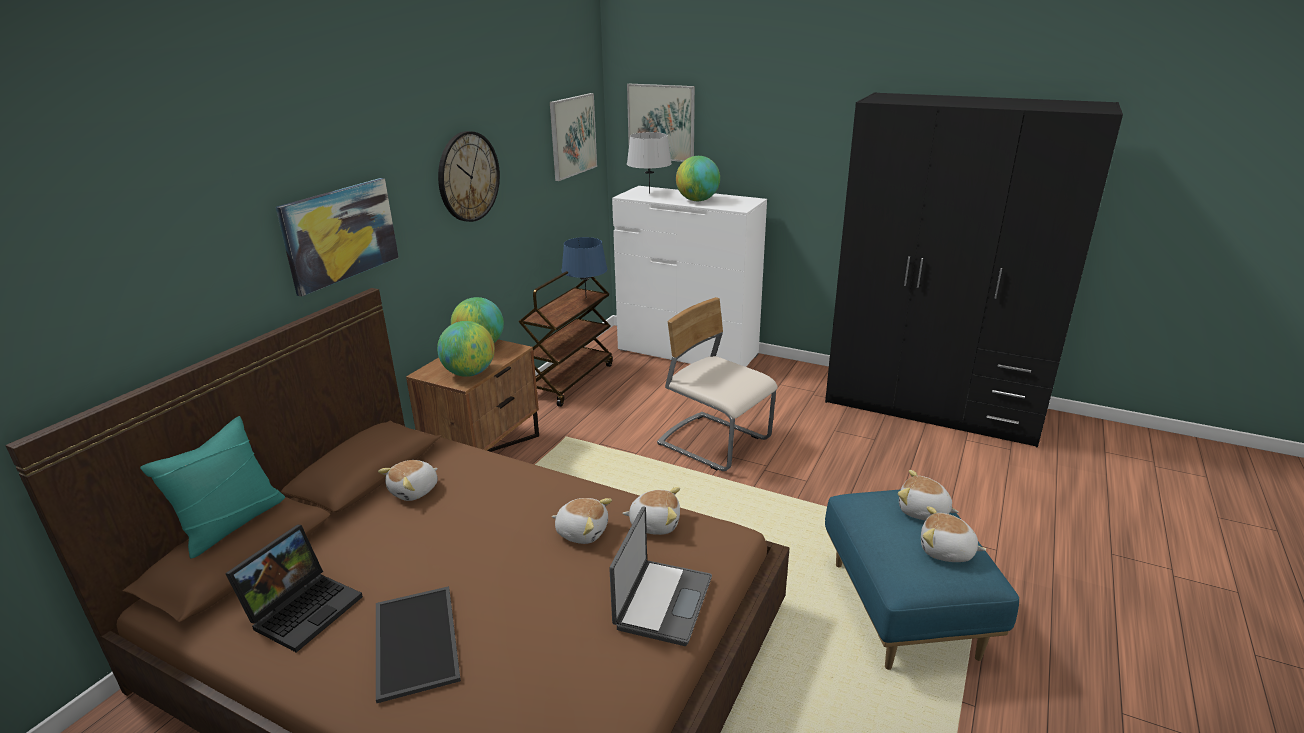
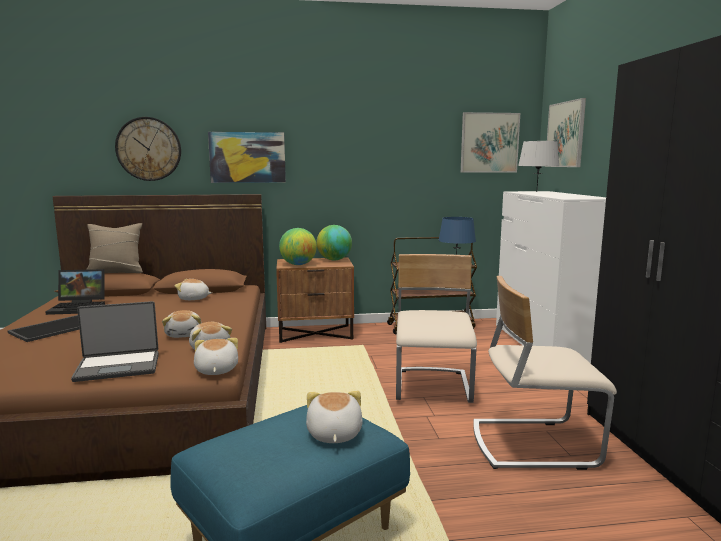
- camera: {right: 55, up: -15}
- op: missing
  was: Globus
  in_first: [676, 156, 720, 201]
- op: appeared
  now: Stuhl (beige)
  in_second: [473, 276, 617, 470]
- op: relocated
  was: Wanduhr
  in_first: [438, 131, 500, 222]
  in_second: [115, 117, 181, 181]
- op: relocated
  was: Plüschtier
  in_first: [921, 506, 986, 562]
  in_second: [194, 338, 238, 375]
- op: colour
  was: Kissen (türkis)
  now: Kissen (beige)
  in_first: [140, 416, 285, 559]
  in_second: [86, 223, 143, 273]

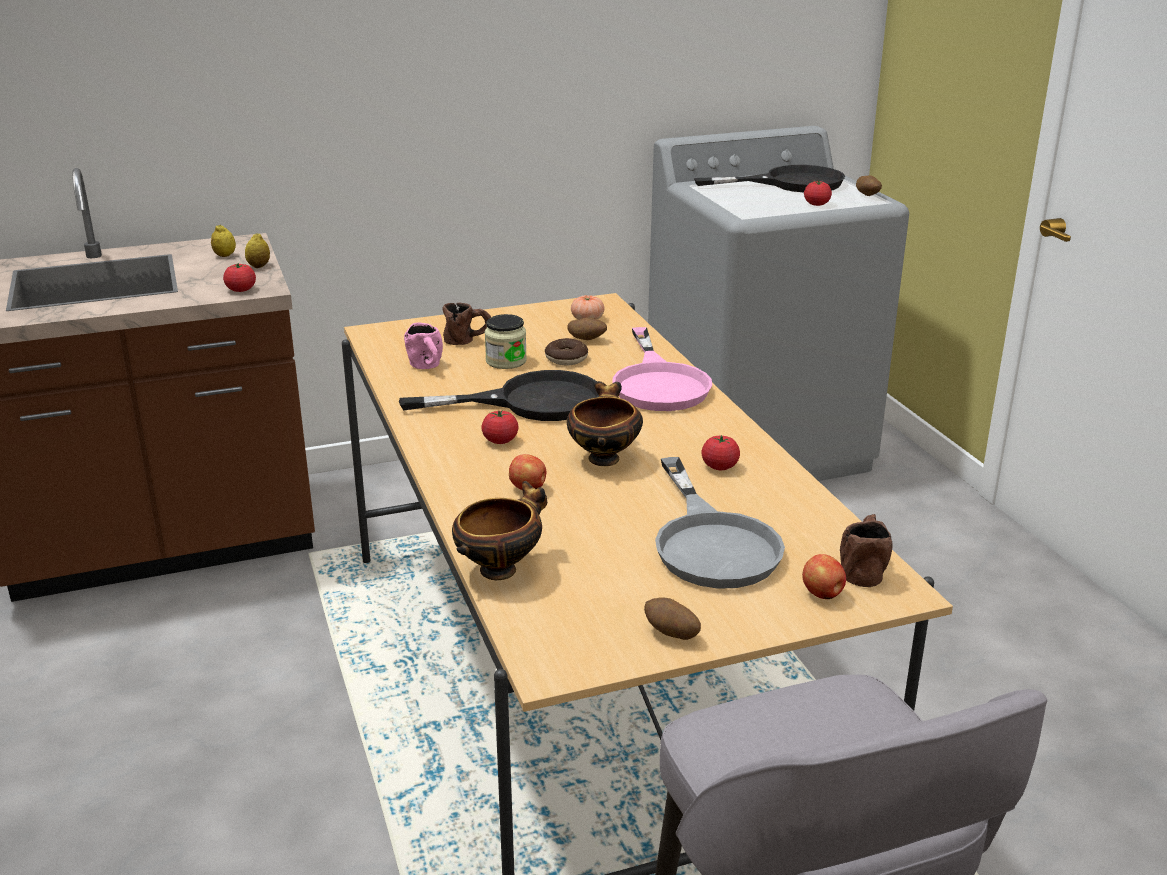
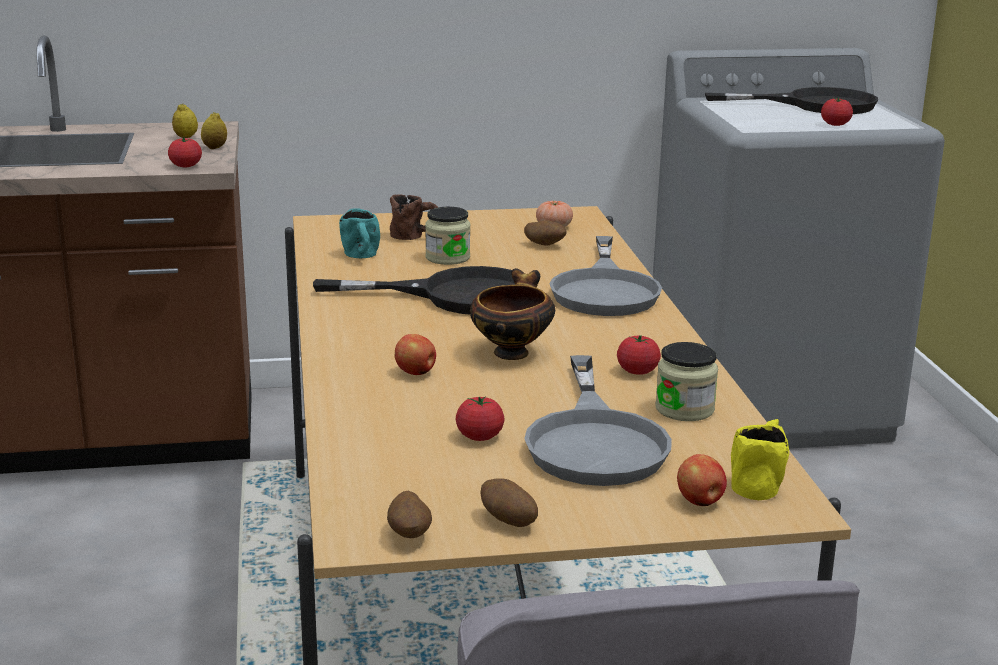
- camera: {right: 10, up: -5}
- op: missing
  was: Schüssel
  in_first: [452, 481, 547, 580]
- op: missing
  was: Donut
  in_first: [545, 338, 588, 366]
- op: appeared
  now: Vorratsglas
  in_second: [655, 342, 718, 421]
- op: relocated
  was: Tomate
  in_first: [482, 410, 519, 444]
  in_second: [456, 396, 504, 441]
- op: relocated
  was: Kartoffel
  in_first: [856, 176, 882, 196]
  in_second: [387, 491, 432, 538]
- op: colour
  was: Henkelbecher (rosa)
  now: Henkelbecher (türkis)
  in_first: [404, 322, 443, 369]
  in_second: [339, 208, 380, 258]
- op: colour
  was: Pfanne (rosa)
  now: Pfanne (grau)
  in_first: [612, 327, 712, 411]
  in_second: [549, 236, 662, 316]
- op: colour
  was: Henkelbecher (braun)
  now: Henkelbecher (gelb)
  in_first: [840, 514, 893, 587]
  in_second: [731, 419, 789, 500]

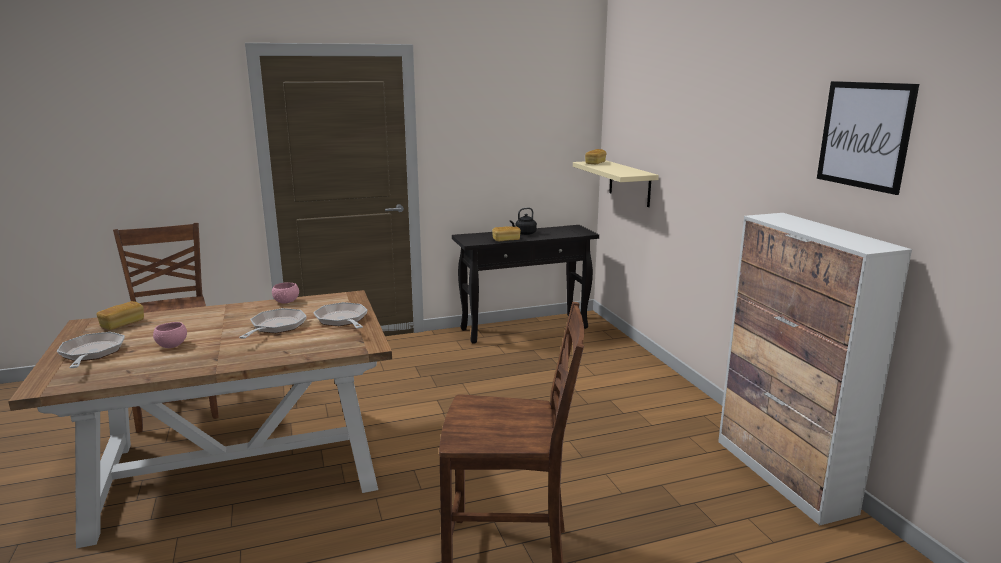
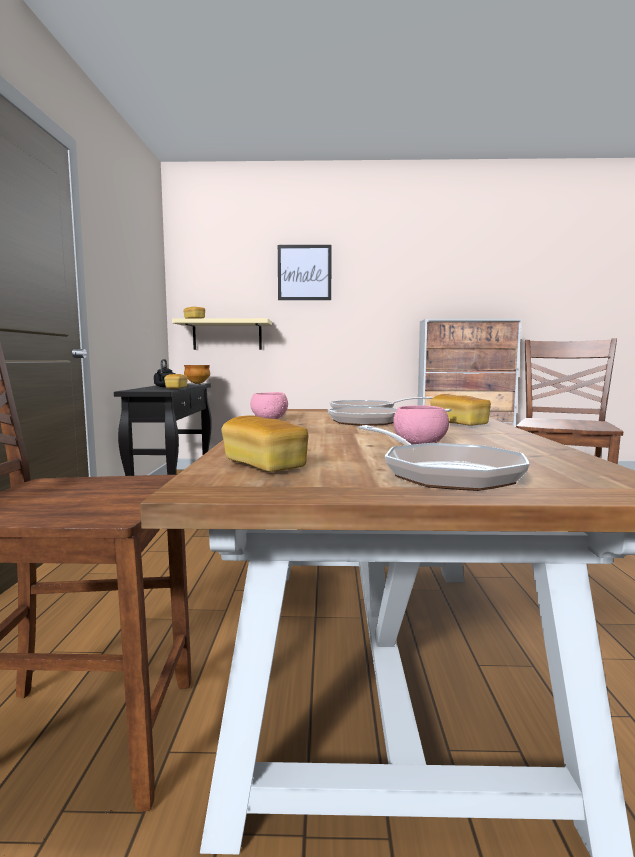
- camera: {right: -70, up: -10}
- op: appeared
  now: Schüssel
  in_second: [184, 365, 210, 384]
- op: appeared
  now: Brot
  in_second: [430, 394, 491, 426]
- op: relocated
  was: Bild
  in_first: [817, 81, 919, 195]
  in_second: [278, 245, 332, 300]
- op: spun
  was: Pfanne
  in_first: [57, 332, 125, 368]
  in_second: [358, 425, 529, 491]
  clockwise: -120

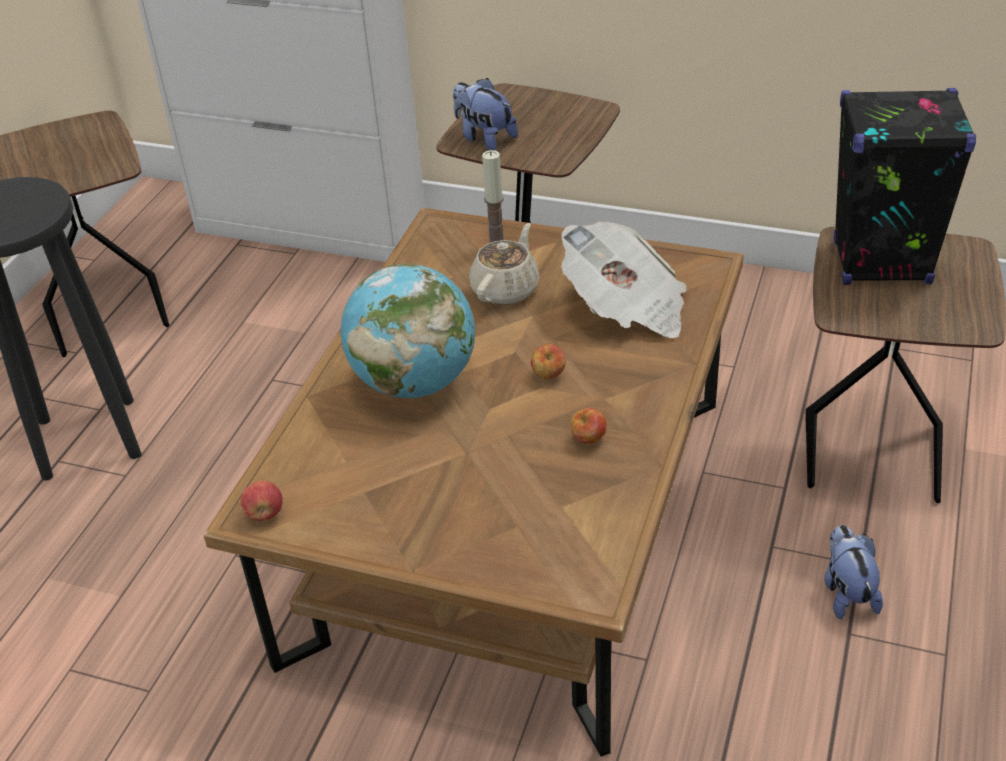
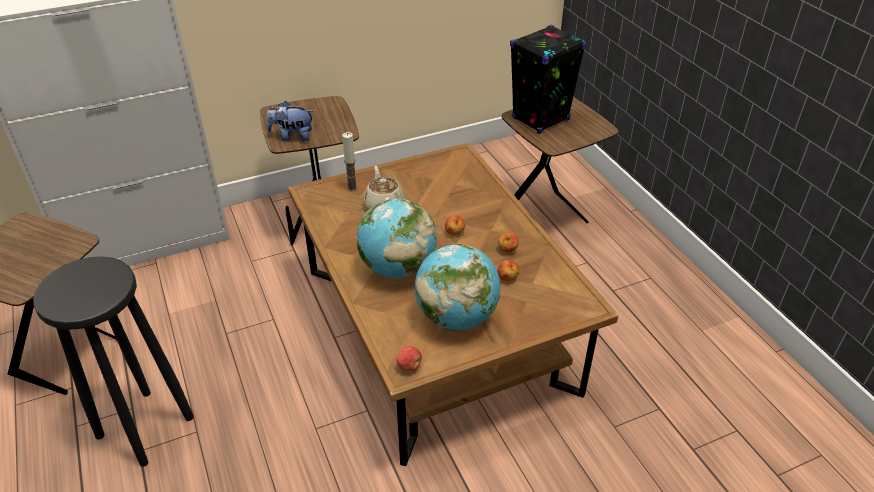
- camera: {right: -45, up: 0}
- op: missing
  was: Zeitung
  in_first: [561, 222, 687, 338]
- op: missing
  was: Plüschtier
  in_first: [824, 525, 883, 619]
- op: appeared
  now: Globus
  in_second: [415, 243, 500, 330]
- op: appeared
  now: Apfel
  in_second: [497, 260, 519, 281]

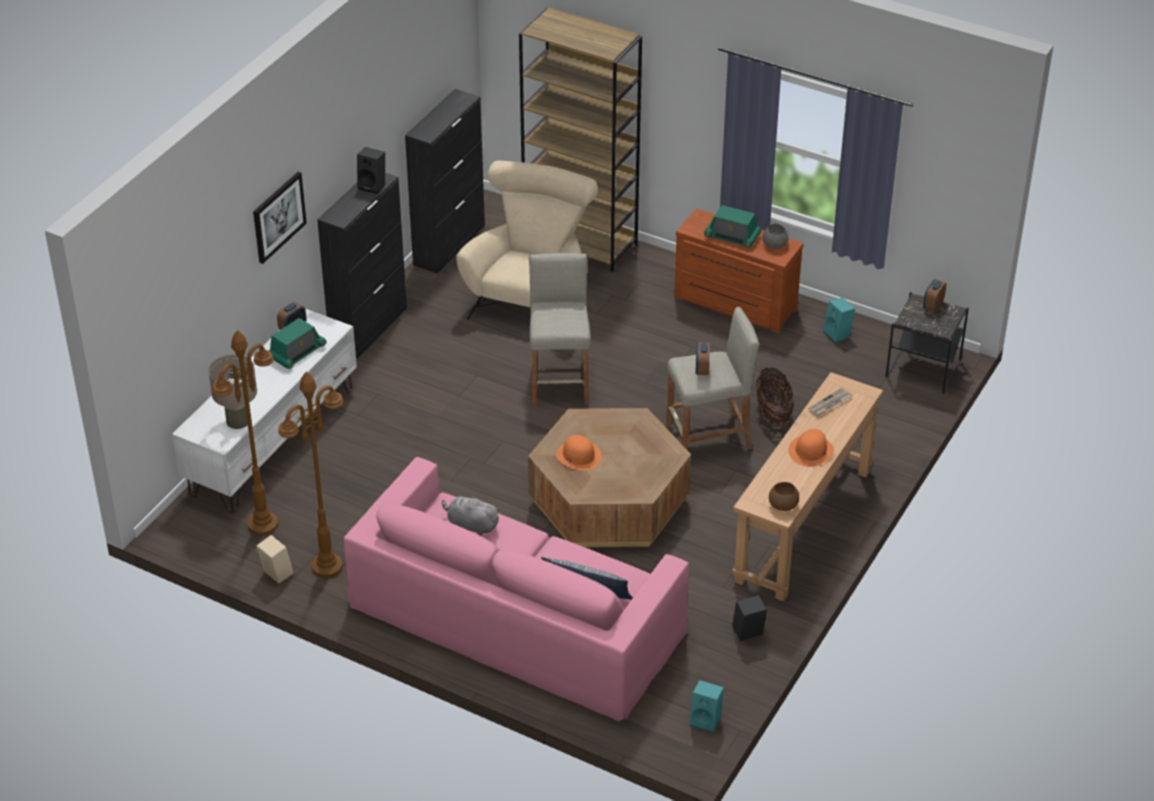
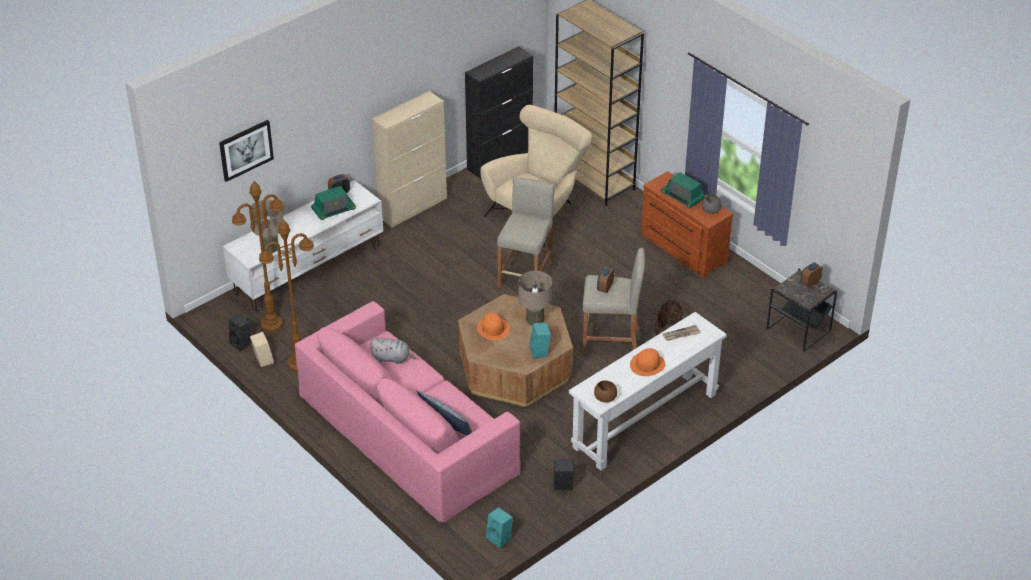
- camera: {right: 20, up: 0}
- op: appeared
  now: Tischlampe (beige)
  in_second: [518, 271, 552, 325]
- op: relocated
  was: Bild
  in_first: [253, 172, 307, 264]
  in_second: [219, 120, 274, 182]
- op: relocated
  was: Lautsprecher (schwarz)
  in_first: [357, 147, 385, 194]
  in_second: [229, 314, 251, 351]
- op: relocated
  was: Lautsprecher (türkis)
  in_first: [823, 297, 855, 343]
  in_second: [529, 323, 551, 359]
- op: colour
  was: Schrank (schwarz)
  now: Schrank (beige)
  in_first: [317, 173, 407, 360]
  in_second: [372, 91, 447, 227]
- op: colour
  was: Konsolentisch (braun)
  now: Konsolentisch (weiß)
  in_first: [732, 372, 883, 601]
  in_second: [569, 312, 727, 471]
- op: spun
  was: Plüschtier (grau)
  in_first: [442, 494, 500, 536]
  in_second: [370, 338, 416, 364]
  clockwise: 150

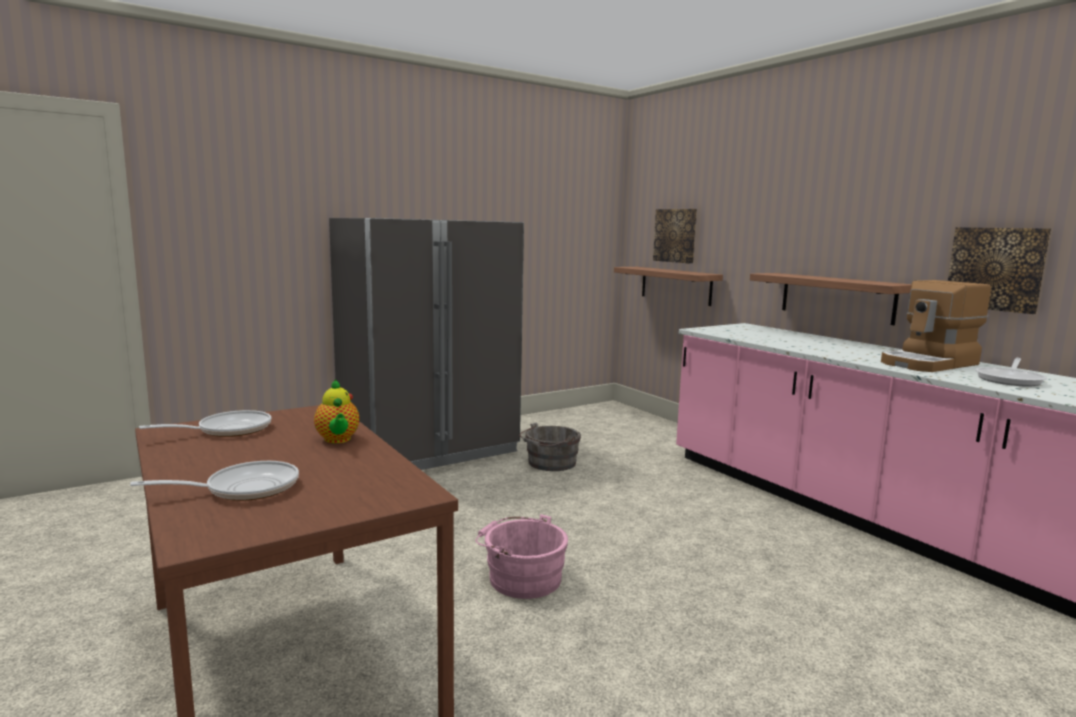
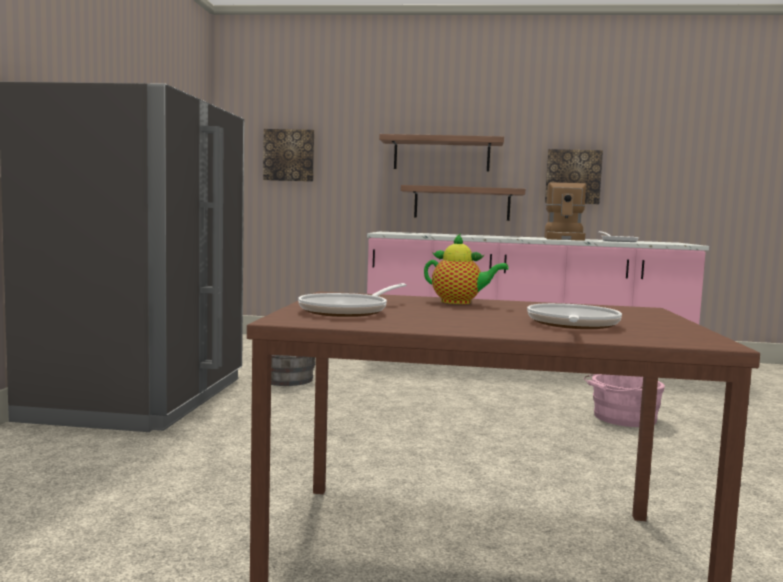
- camera: {right: -50, up: -5}
- op: relocated
  was: Eimer (rosa)
  in_first: [475, 514, 568, 599]
  in_second: [584, 374, 665, 427]
- op: relocated
  was: Wandregal
  in_first: [614, 267, 723, 306]
  in_second: [379, 134, 504, 171]
- op: spun
  was: Pfanne
  in_first: [139, 410, 271, 437]
  in_second: [298, 283, 406, 317]
  clockwise: -150

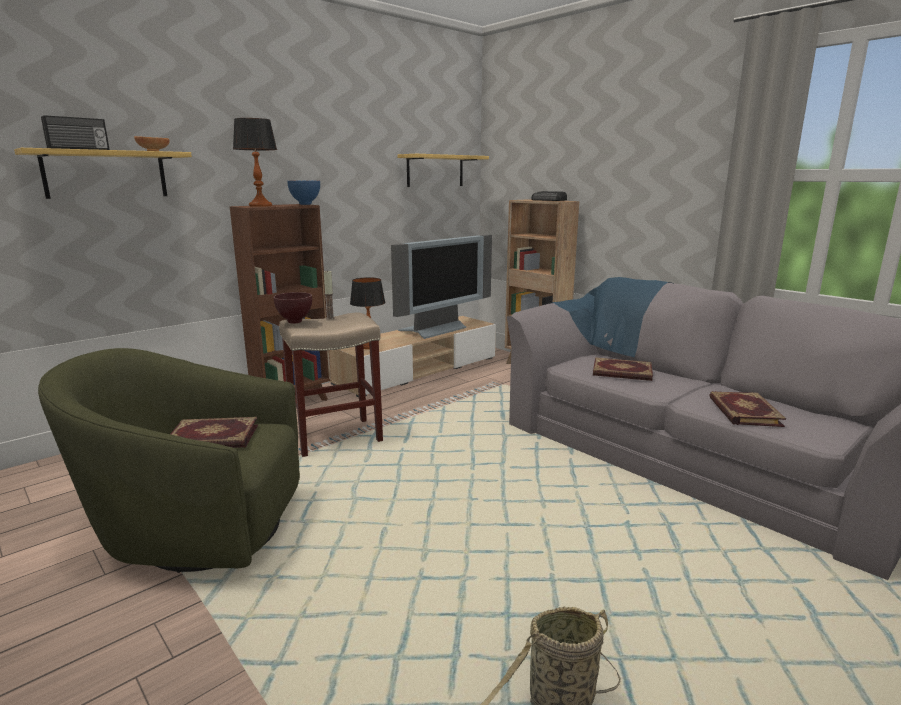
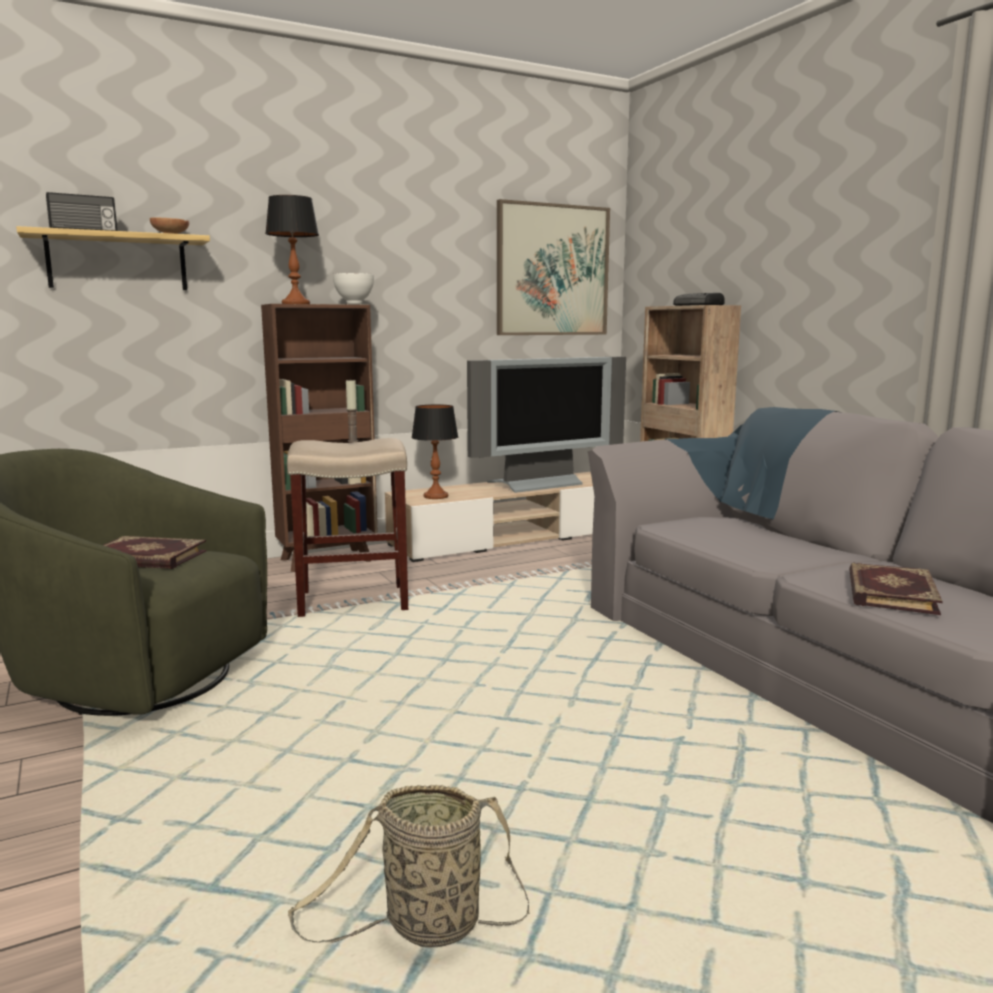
- camera: {right: 15, up: -5}
- op: missing
  was: Schüssel (braun)
  in_first: [273, 292, 312, 324]
- op: missing
  was: Buch
  in_first: [593, 357, 653, 381]
- op: exchanged
  was: Wandregal
  now: Bild
  in_first: [397, 154, 489, 187]
  in_second: [497, 199, 610, 335]
- op: colour
  was: Schüssel (blau)
  now: Schüssel (weiß)
  in_first: [287, 181, 320, 205]
  in_second: [333, 273, 374, 305]

